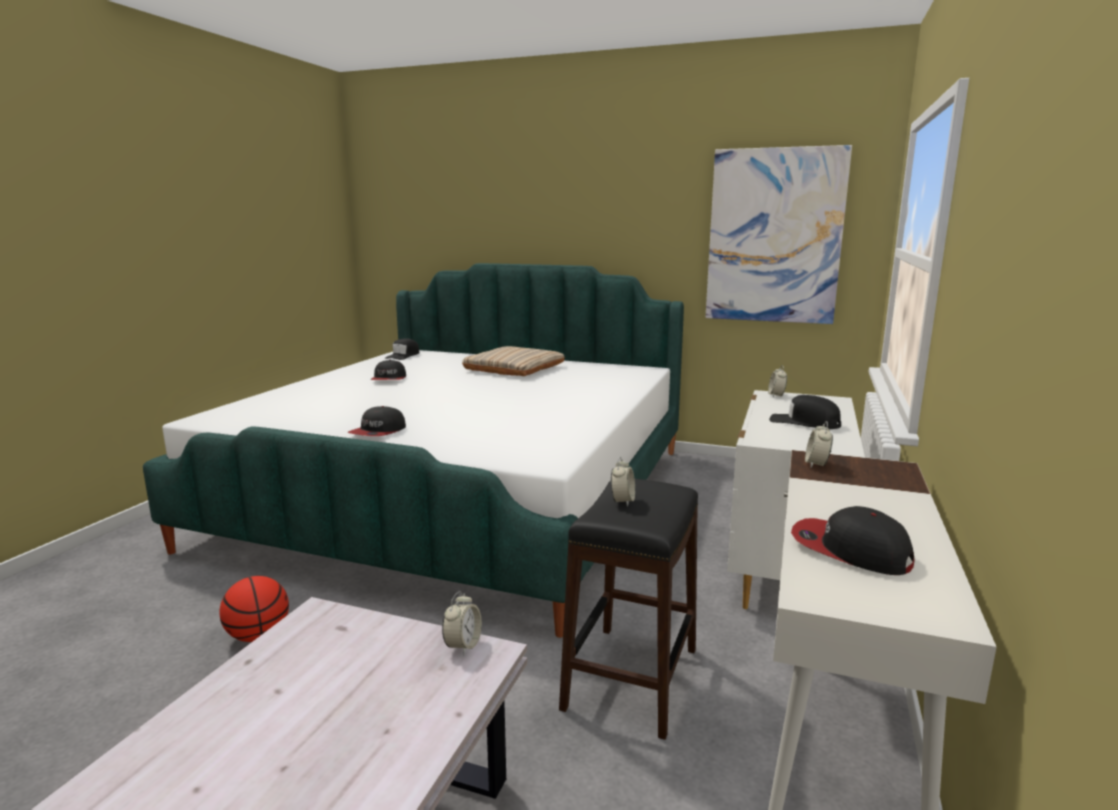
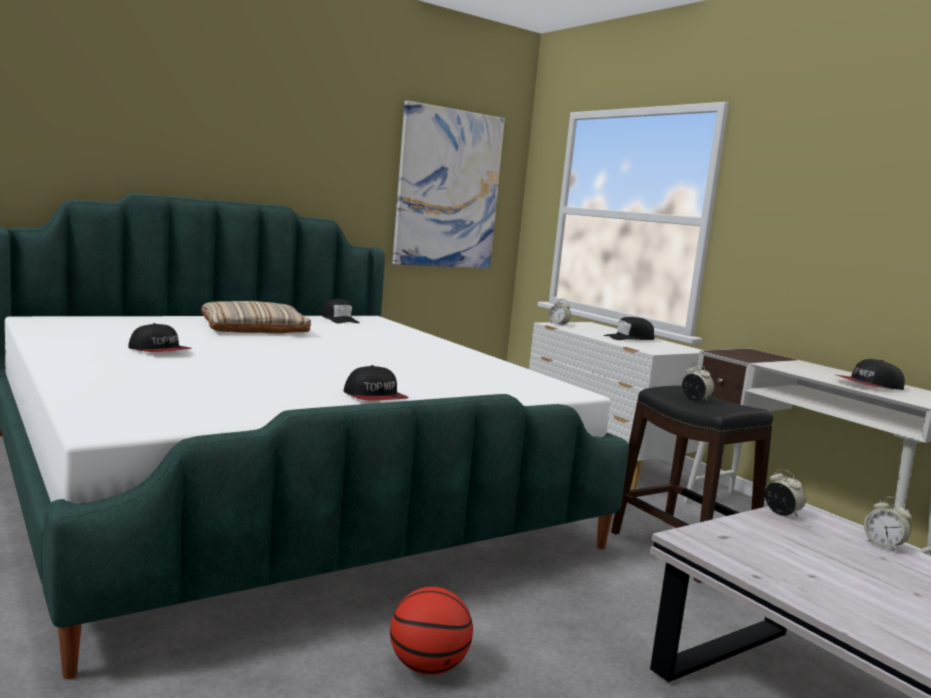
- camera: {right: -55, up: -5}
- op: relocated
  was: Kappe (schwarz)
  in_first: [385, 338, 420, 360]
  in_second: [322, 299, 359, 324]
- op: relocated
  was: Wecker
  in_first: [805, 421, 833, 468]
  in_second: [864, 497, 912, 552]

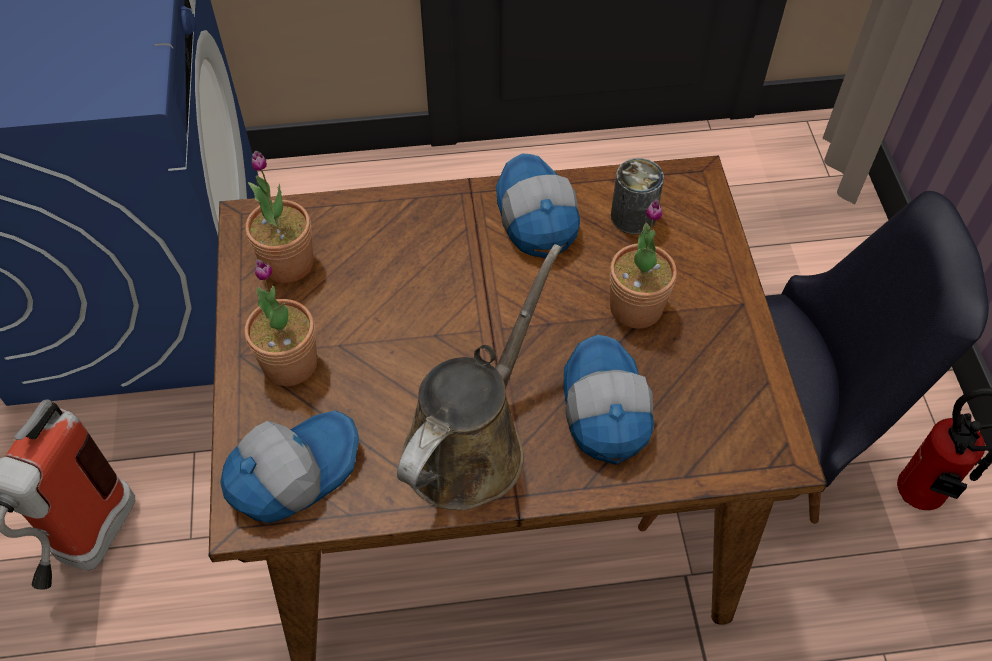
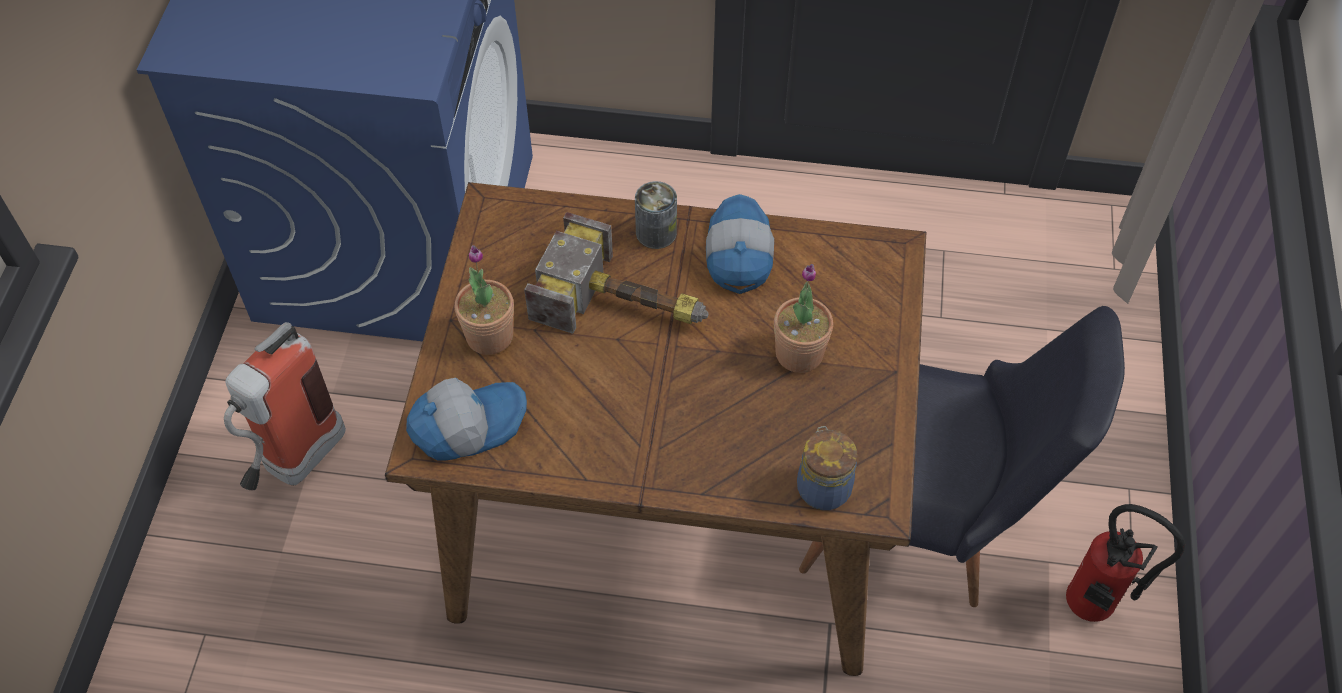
- camera: {right: 15, up: 0}
- op: missing
  was: Topfpflanze
  in_first: [245, 151, 314, 283]
- op: missing
  was: Gießkanne (braun)
  in_first: [397, 244, 562, 510]
- op: missing
  was: Kappe
  in_first: [563, 335, 654, 465]
- op: appeared
  now: Hammer
  in_second: [524, 212, 709, 334]
- op: appeared
  now: Vorratsglas
  in_second: [797, 426, 857, 510]
- op: relocated
  was: Dose
  in_first: [611, 158, 664, 234]
  in_second: [635, 181, 677, 249]

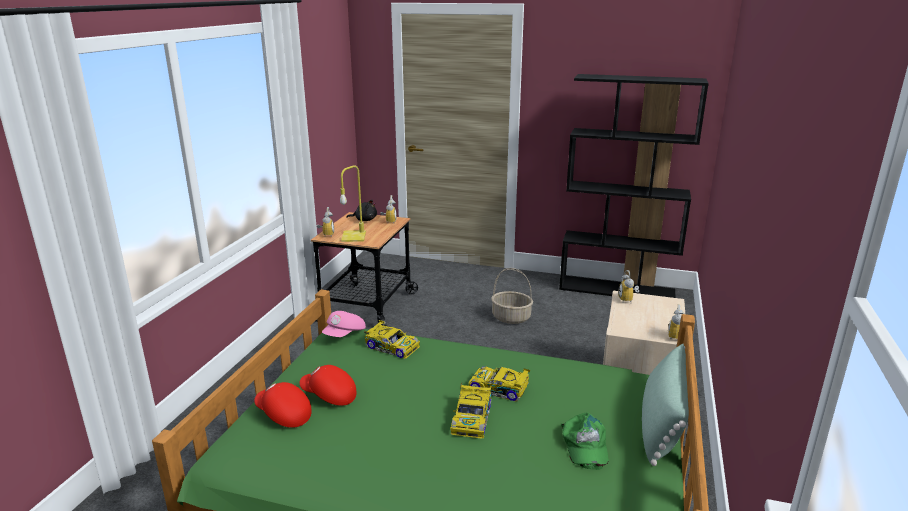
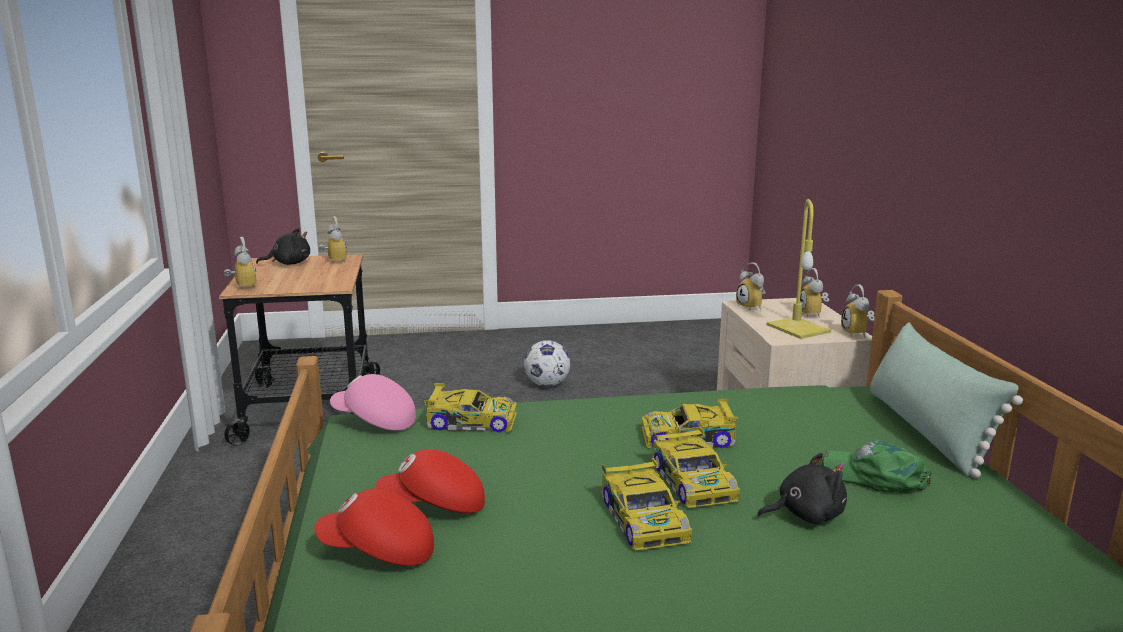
- camera: {right: -25, up: -5}
- op: missing
  was: Bücherregal (schwarz)
  in_first: [559, 74, 709, 298]
- op: appeared
  now: Spielzeugauto
  in_second: [602, 458, 692, 551]
- op: appeared
  now: Plüschtier (schwarz)
  in_second: [757, 453, 847, 524]
- op: appeared
  now: Wecker
  in_second: [800, 268, 829, 318]
- op: relocated
  was: Tischlampe (gelb)
  in_first: [340, 165, 366, 242]
  in_second: [767, 199, 831, 339]
- op: exchanged
  was: Korb
  now: Fußball
  in_first: [491, 268, 533, 324]
  in_second: [524, 340, 570, 387]
- op: spun
  was: Kappe (rosa)
  in_first: [322, 311, 366, 337]
  in_second: [330, 374, 416, 431]
  clockwise: 105
- op: spun
  was: Kappe (grün)
  in_first: [561, 413, 609, 470]
  in_second: [821, 440, 932, 492]
  clockwise: 150

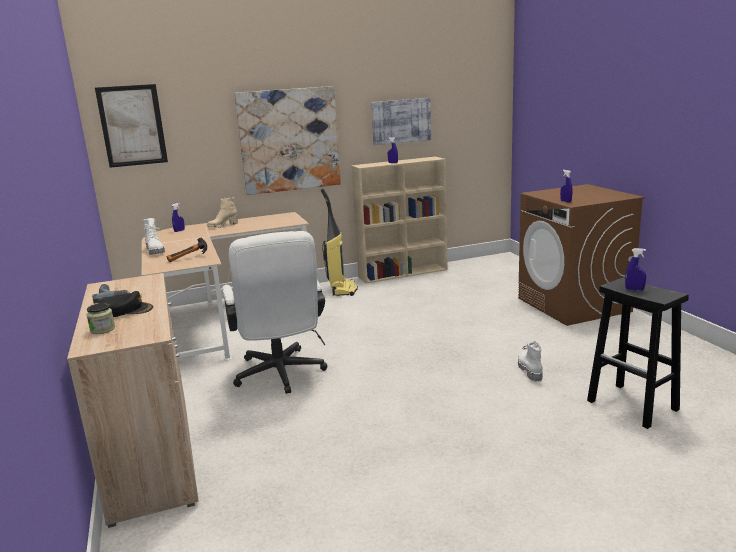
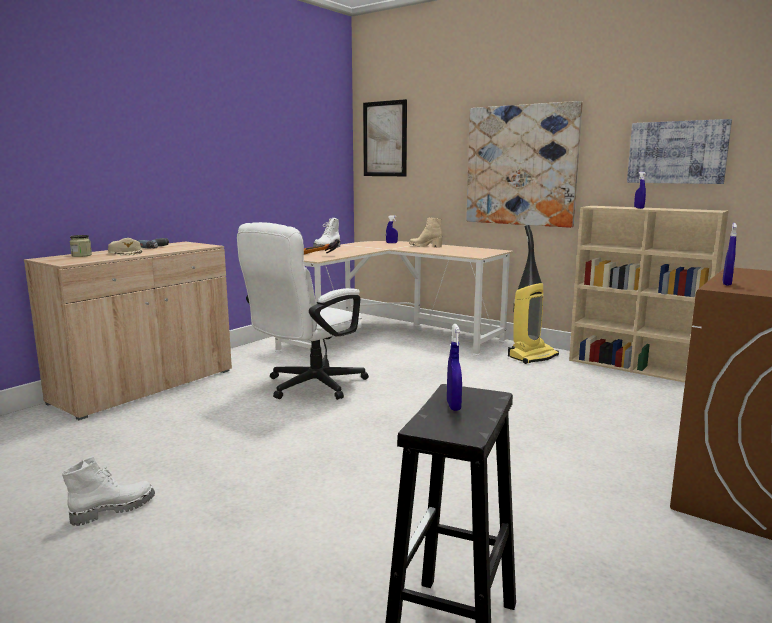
- camera: {right: 55, up: -5}
- op: relocated
  was: Stiefel (weiß)
  in_first: [518, 340, 543, 381]
  in_second: [62, 456, 155, 526]
- op: colour
  was: Kappe (schwarz)
  now: Kappe (beige)
  in_first: [99, 291, 153, 317]
  in_second: [108, 238, 142, 256]

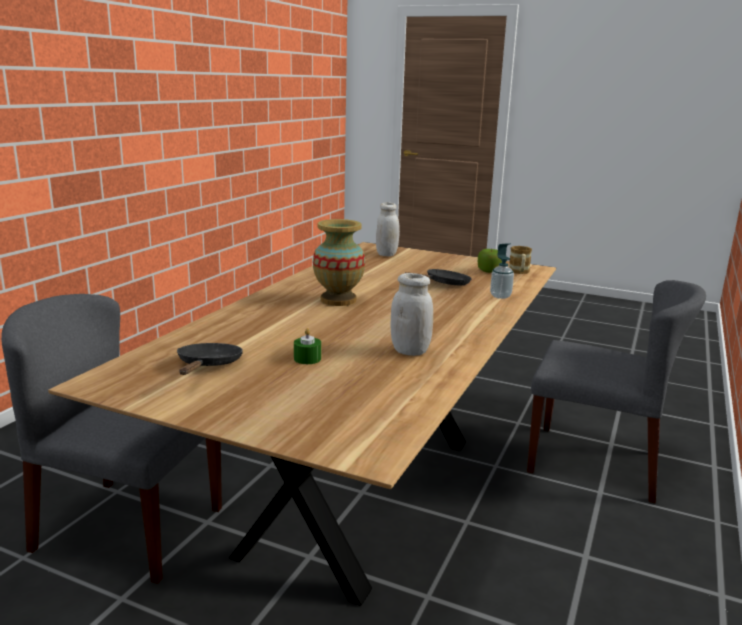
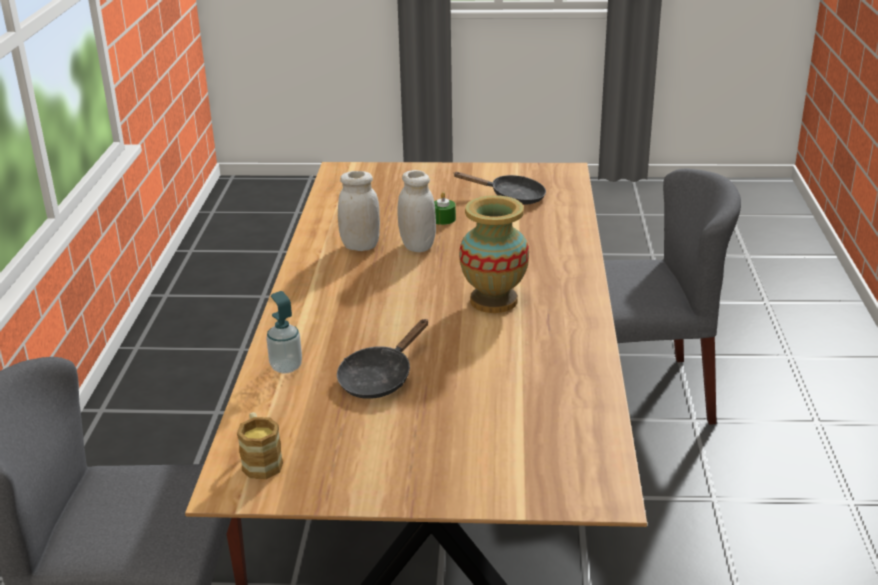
- camera: {right: 160, up: 10}
- op: missing
  was: Apfel
  in_first: [478, 248, 502, 273]
- op: relocated
  was: Vorratsglas (weiß)
  in_first: [376, 202, 400, 257]
  in_second: [398, 170, 436, 252]
- op: spun
  was: Pfanne (schwarz)
  in_first: [177, 343, 243, 375]
  in_second: [453, 172, 546, 205]
  clockwise: -60

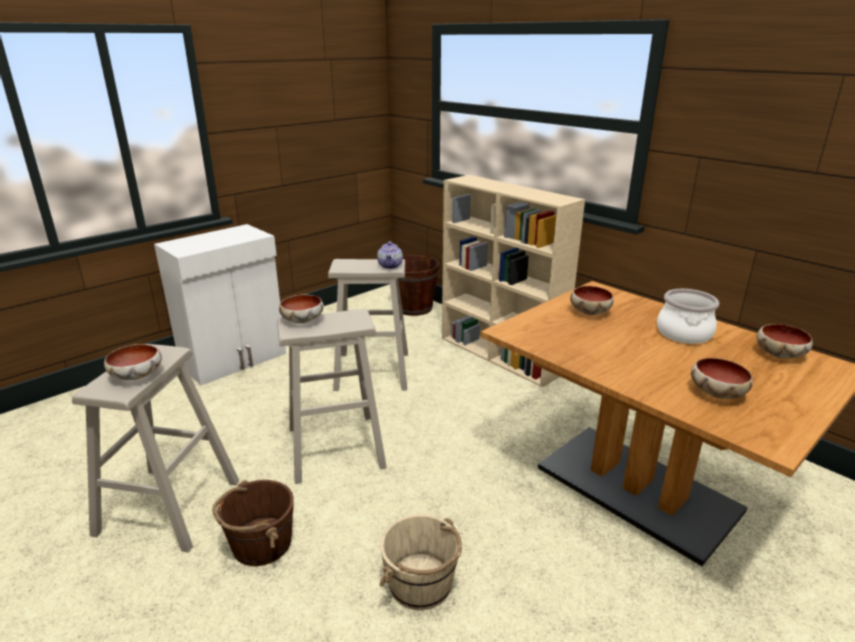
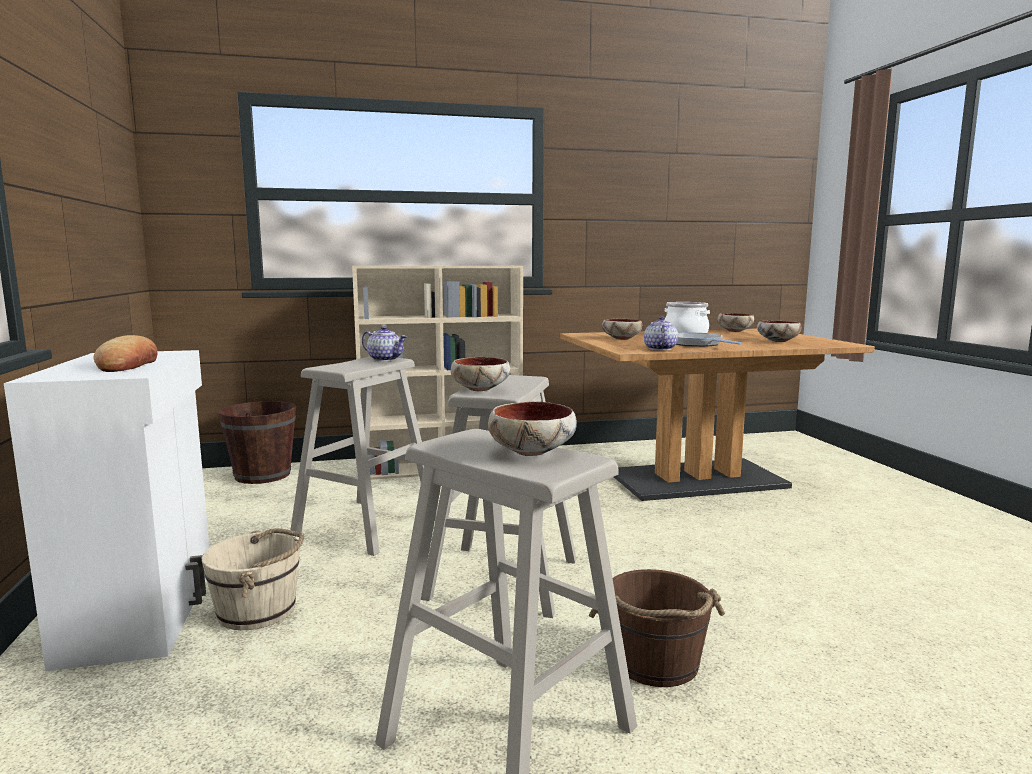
- camera: {right: -60, up: -15}
- op: appeared
  now: Brot
  in_second: [94, 335, 158, 372]
- op: appeared
  now: Teekanne
  in_second: [644, 317, 678, 350]
- op: appeared
  now: Pfanne
  in_second: [676, 332, 742, 347]
- op: relocated
  was: Eimer (beige)
  in_first: [379, 514, 462, 610]
  in_second: [202, 528, 304, 630]

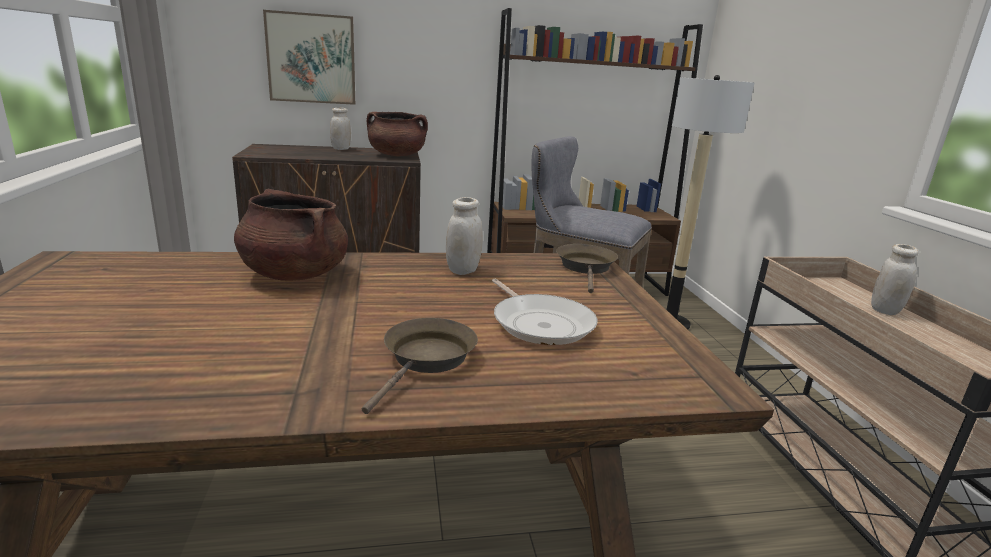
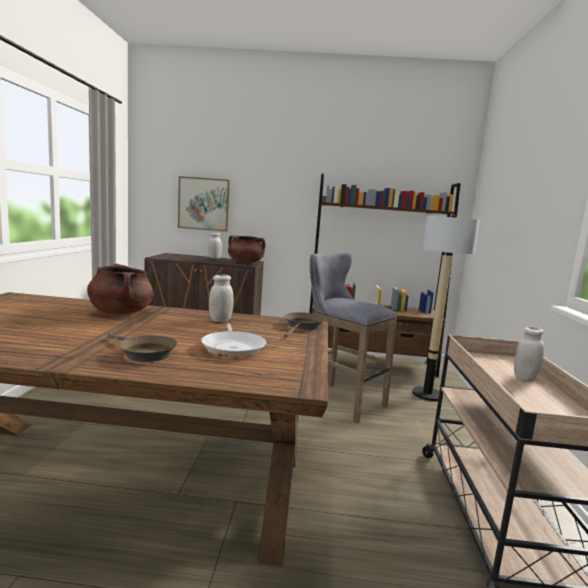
- camera: {right: 15, up: -10}
- op: spun
  was: Pfanne (braun)
  in_first: [362, 318, 478, 414]
  in_second: [108, 334, 177, 362]
  clockwise: 90

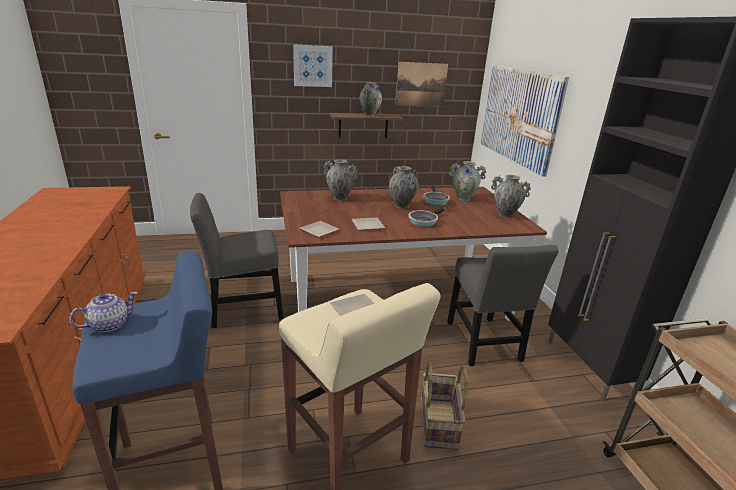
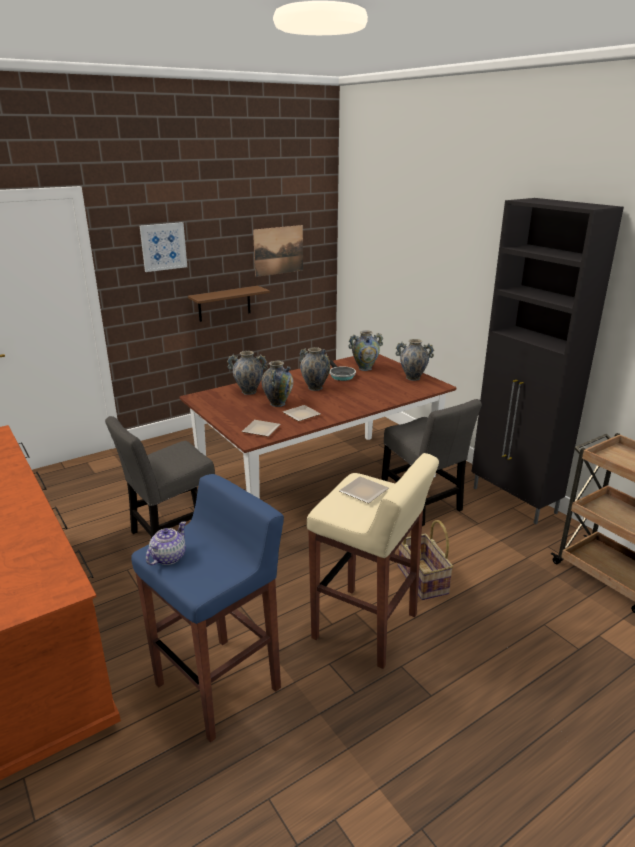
- camera: {right: -20, up: 0}
- op: missing
  was: Pfanne
  in_first: [408, 207, 444, 227]
- op: missing
  was: Bild
  in_first: [480, 65, 569, 177]
- op: relocated
  was: Vase
  in_first: [360, 82, 382, 116]
  in_second: [261, 360, 293, 407]

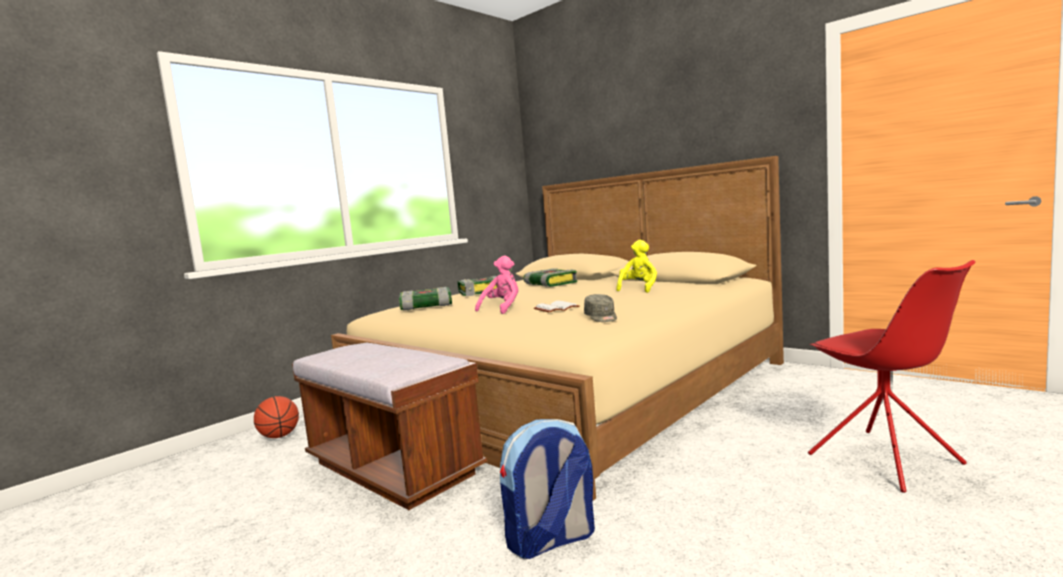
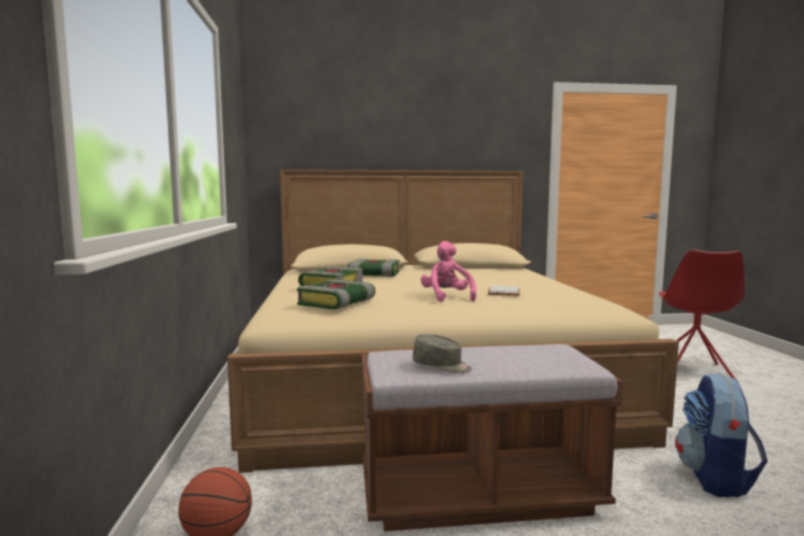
- camera: {right: -50, up: 0}
- op: missing
  was: Plüschtier (gelb)
  in_first: [616, 240, 657, 293]
- op: relocated
  was: Kappe (grau)
  in_first: [584, 294, 617, 322]
  in_second: [413, 334, 472, 373]
- op: spun
  was: Stuhl (rot)
  in_first: [808, 260, 976, 493]
  in_second: [659, 250, 745, 379]
  clockwise: 90

